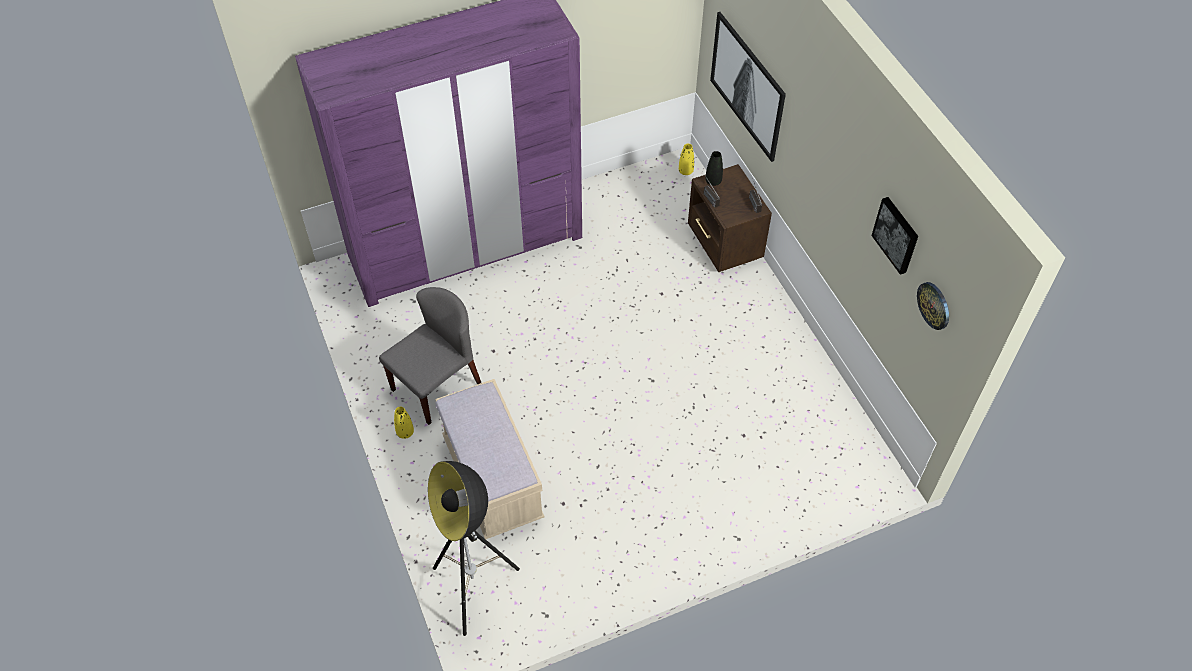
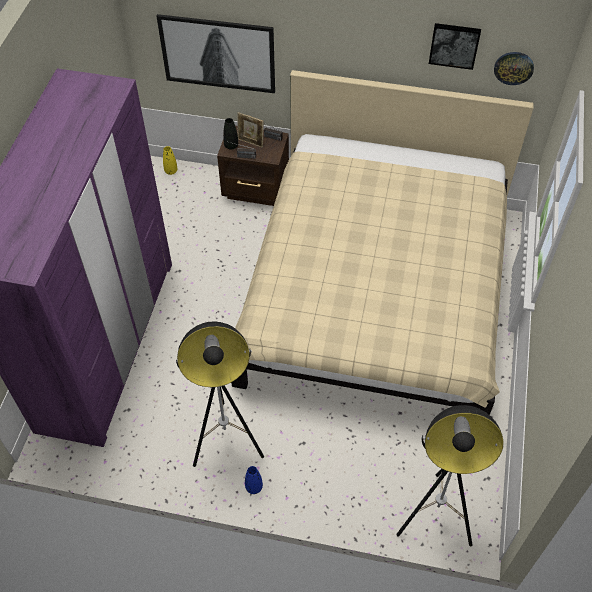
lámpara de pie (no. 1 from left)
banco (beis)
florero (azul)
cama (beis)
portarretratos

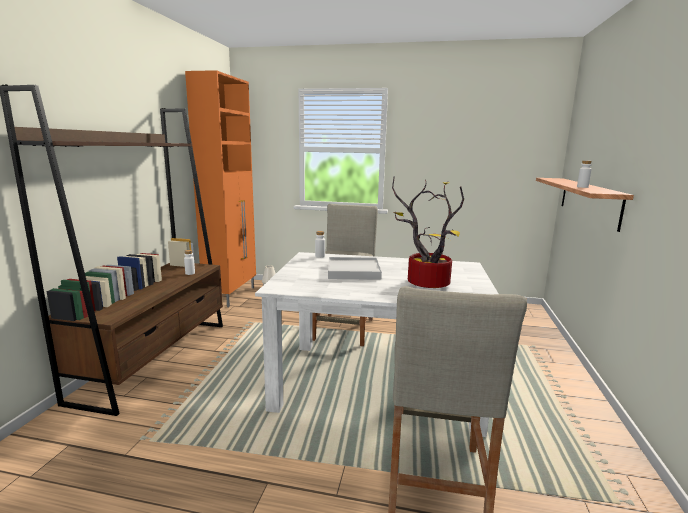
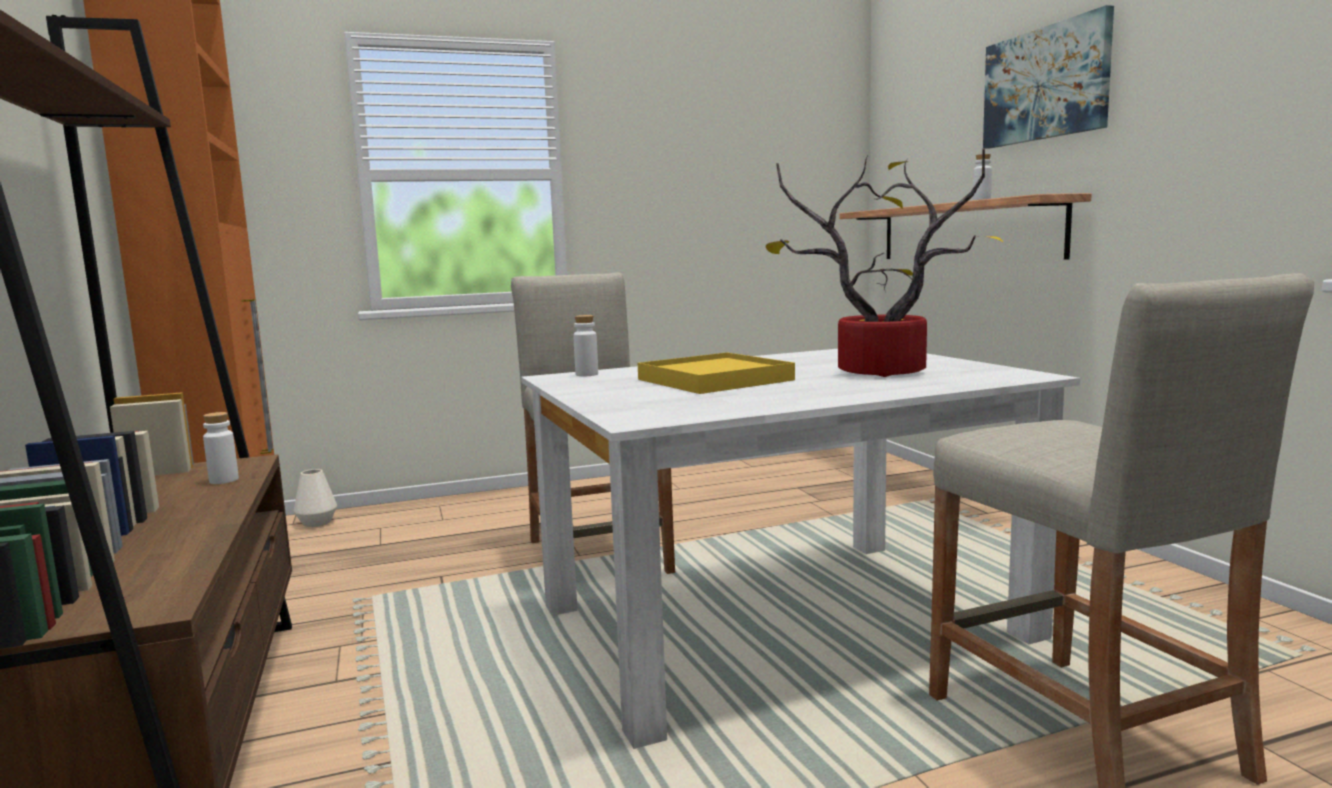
bandeja (amarillo)
cuadro

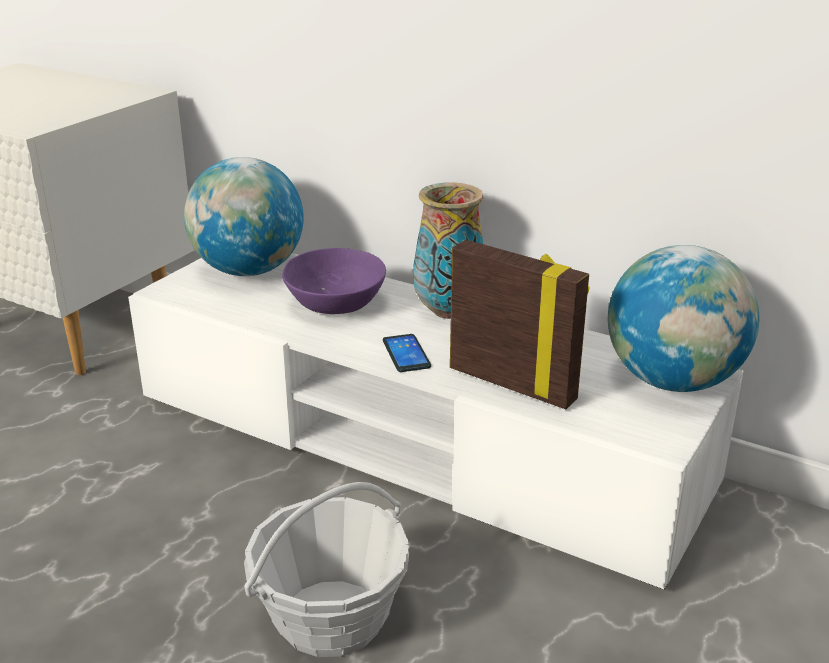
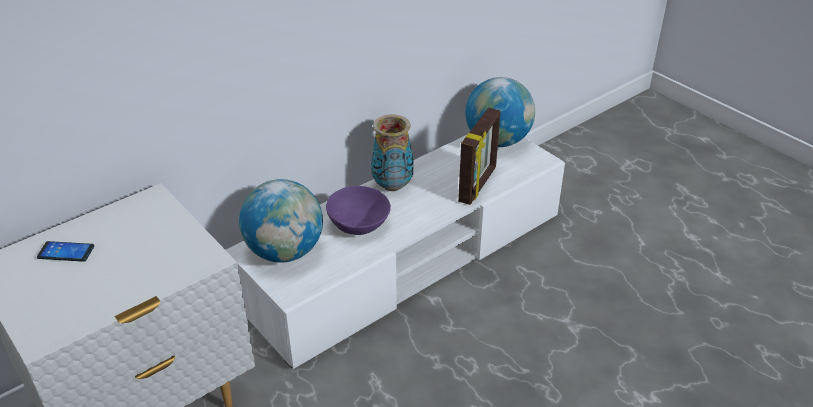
portarretratos
móvil
cesta

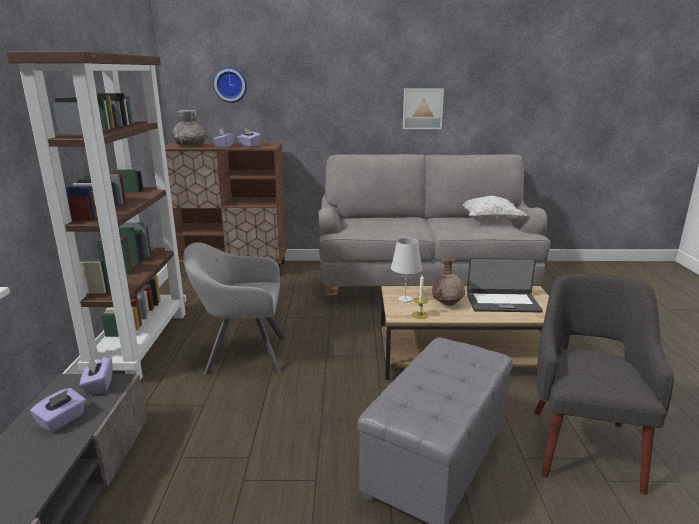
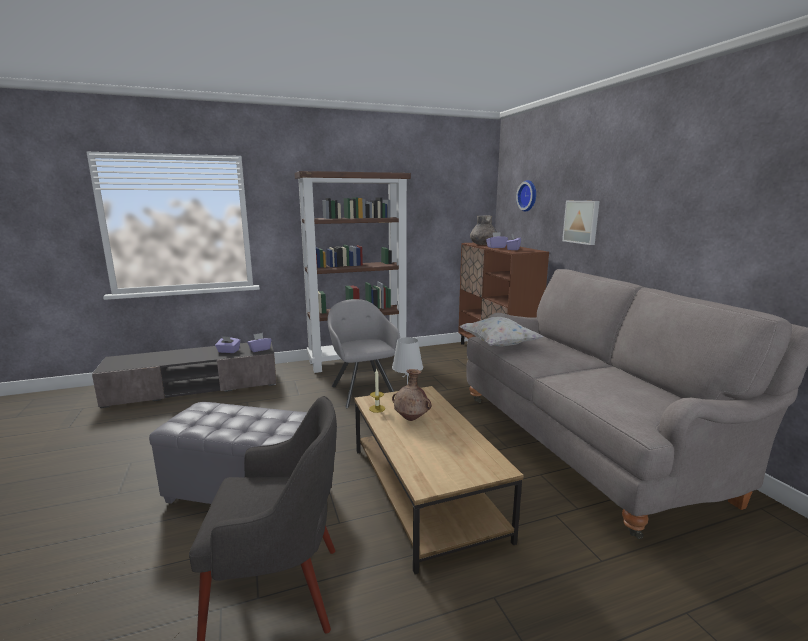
cuadro
cojín (blanco)
portátil

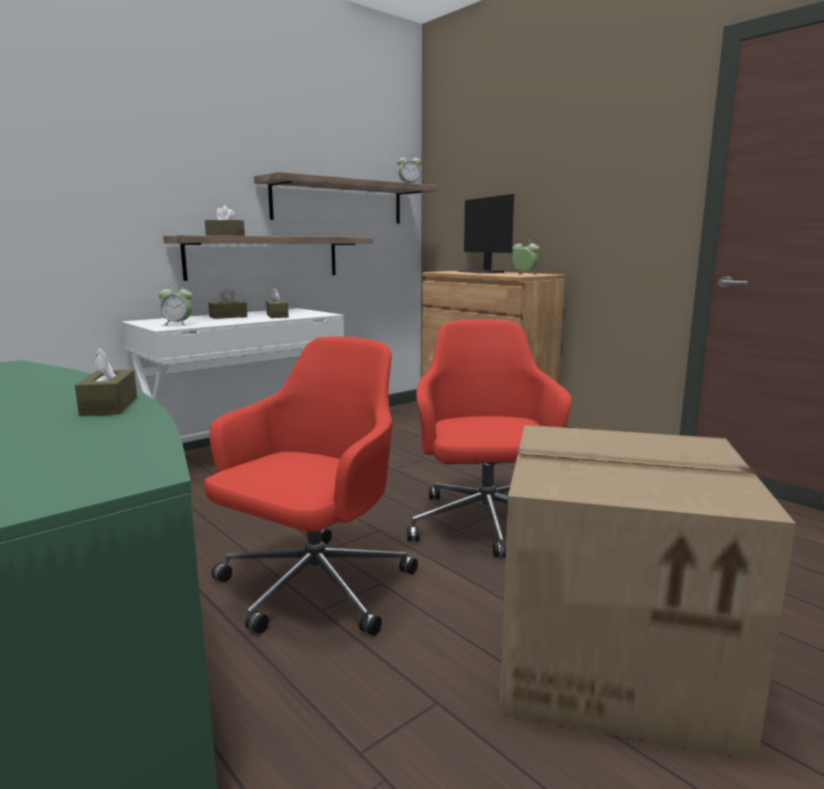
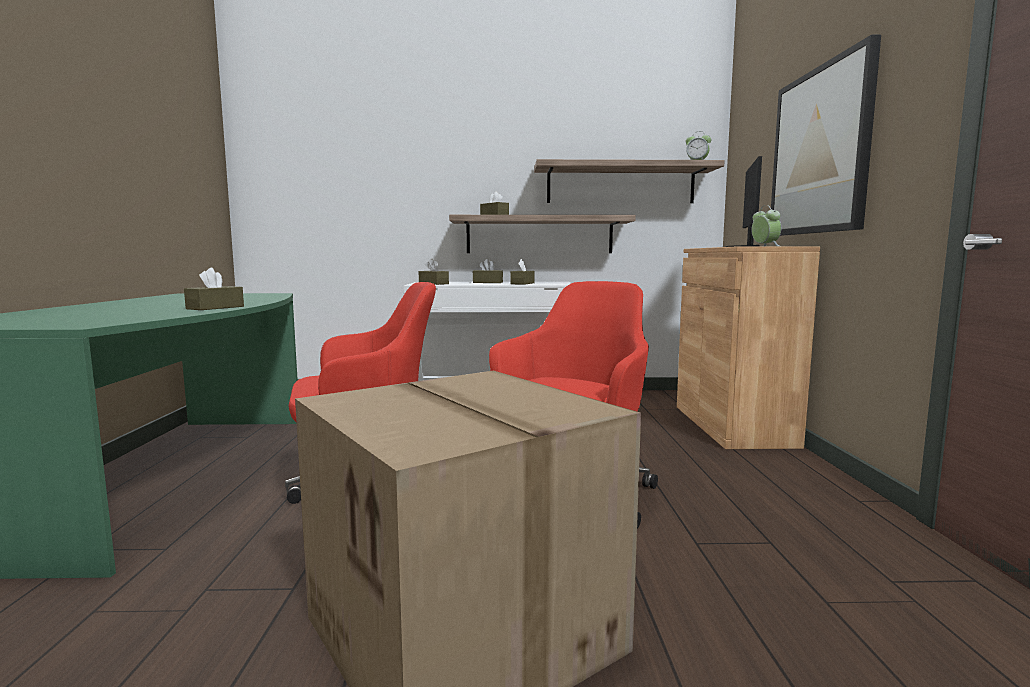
caja de pañuelos (marrón) (no. 2 from left)
cuadro

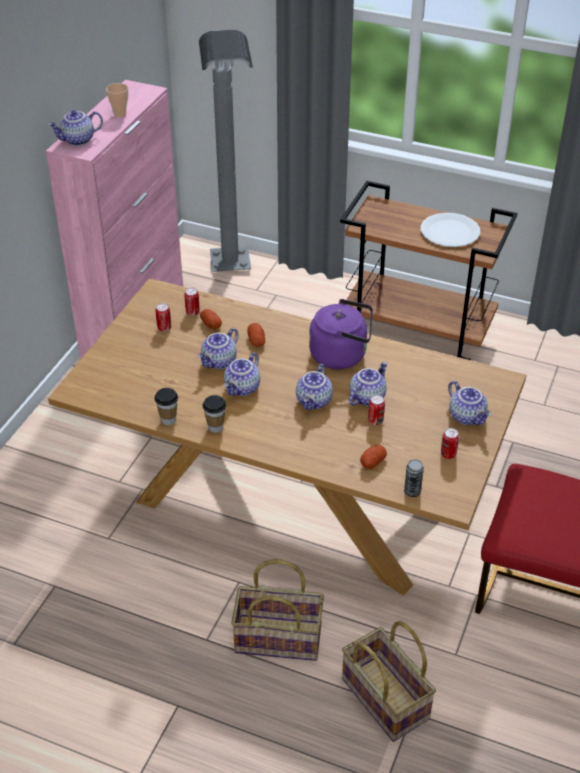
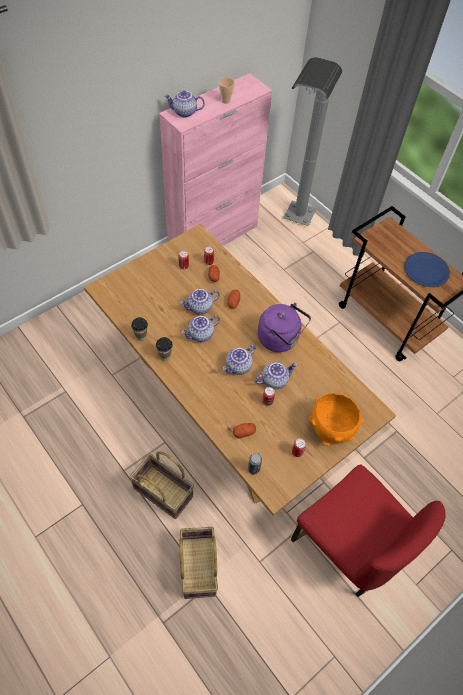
plato (azul)
cuenco (naranja)

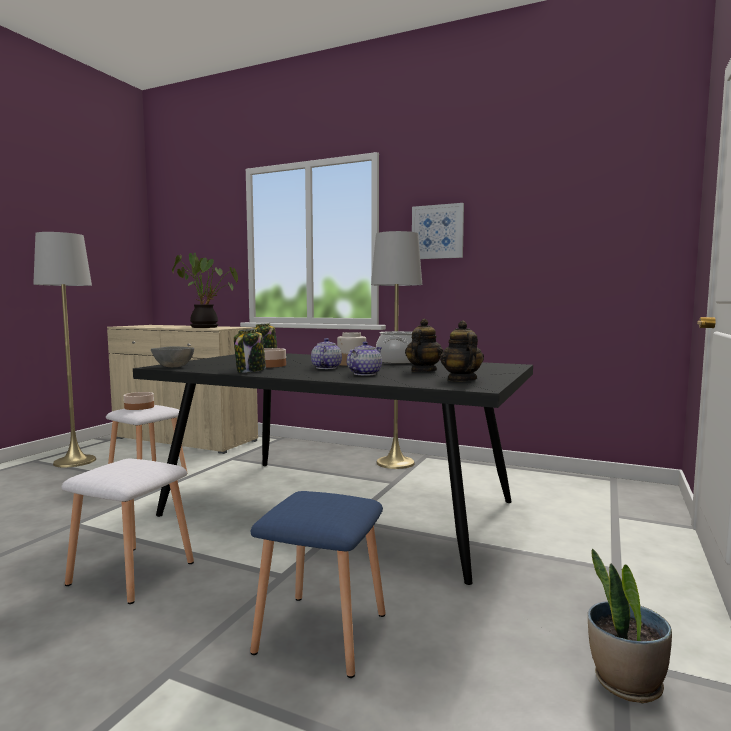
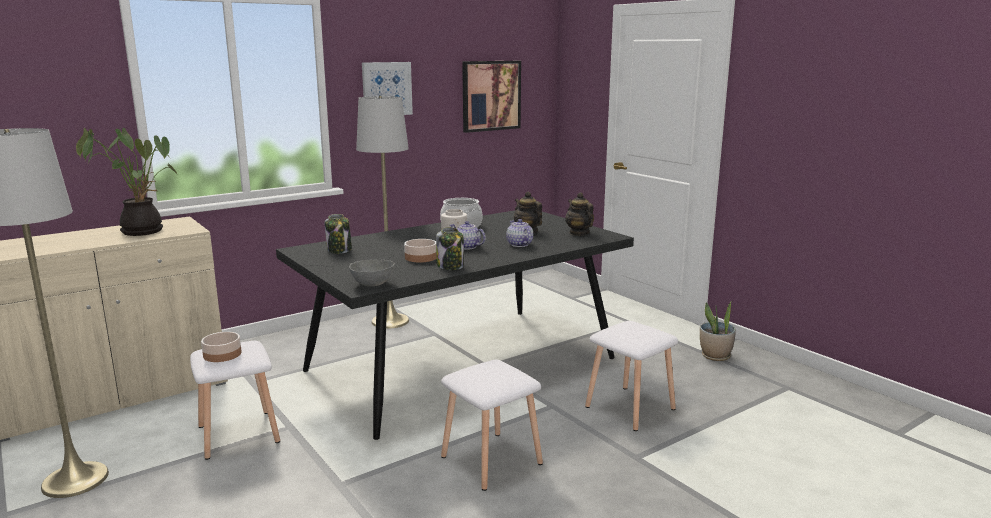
tetera (no. 4 from left)
taburete (blanco) (no. 3 from left)
cuadro (no. 2 from left)

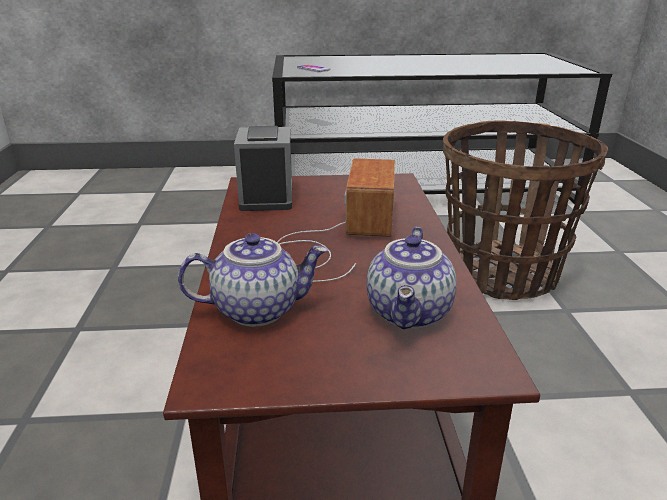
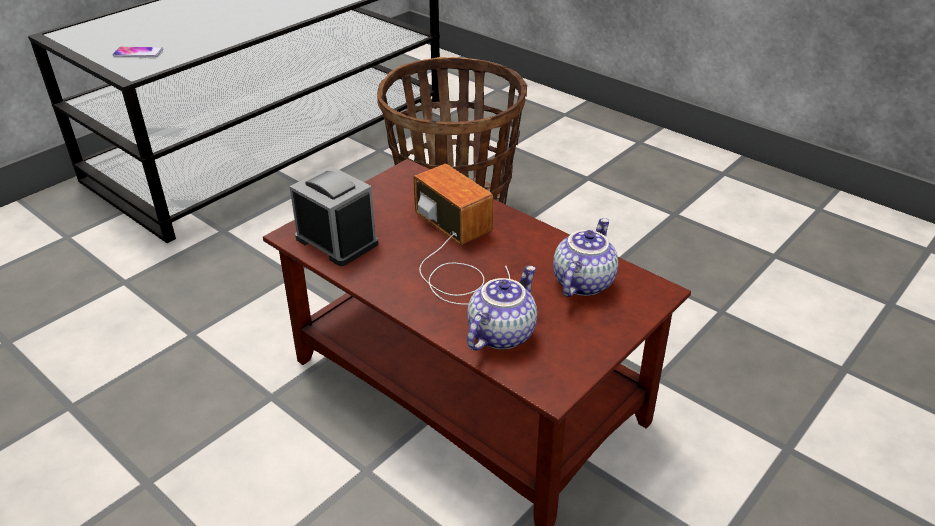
tetera (no. 2 from left)

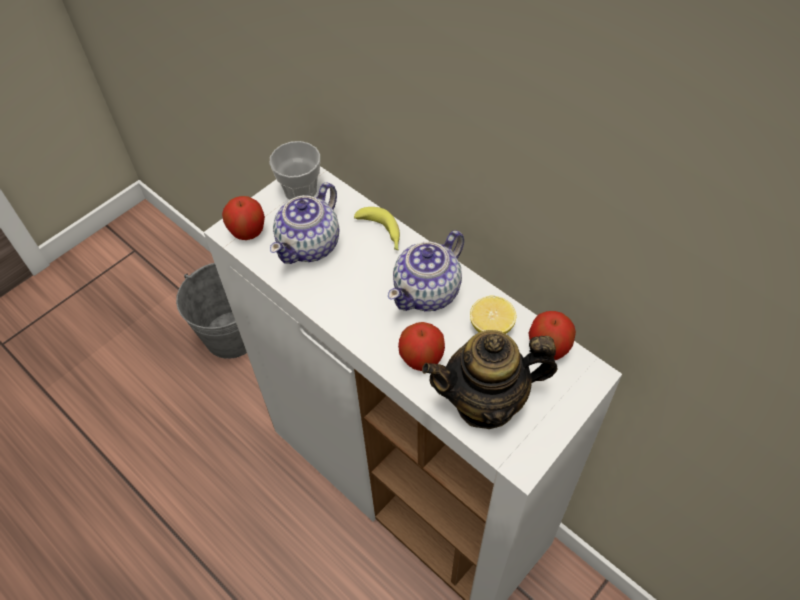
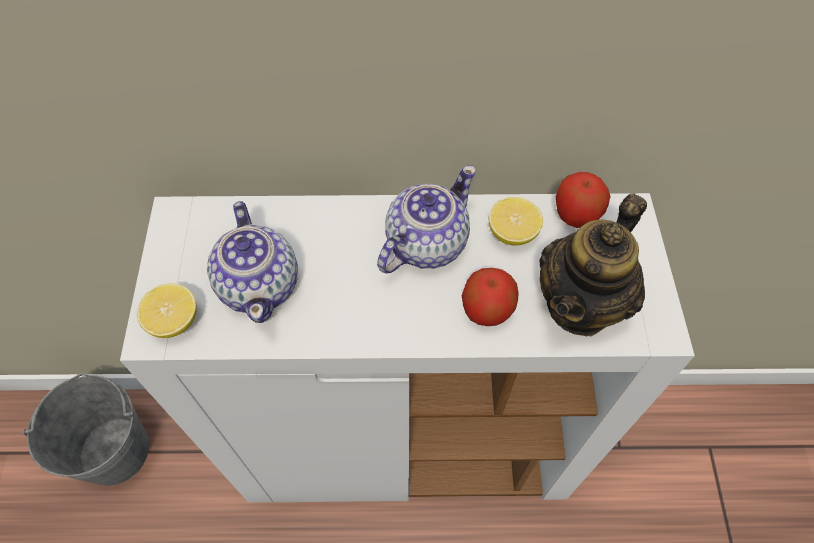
taza
limón (no. 1 from left)
plátano
tetera (no. 2 from left)

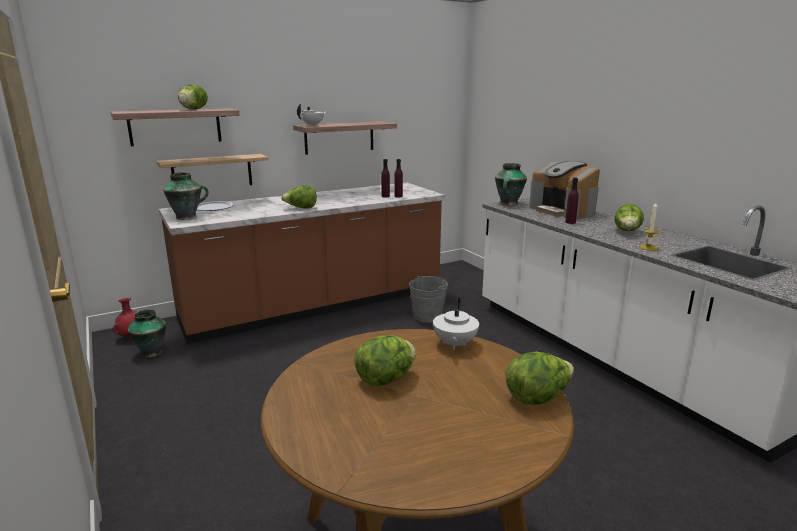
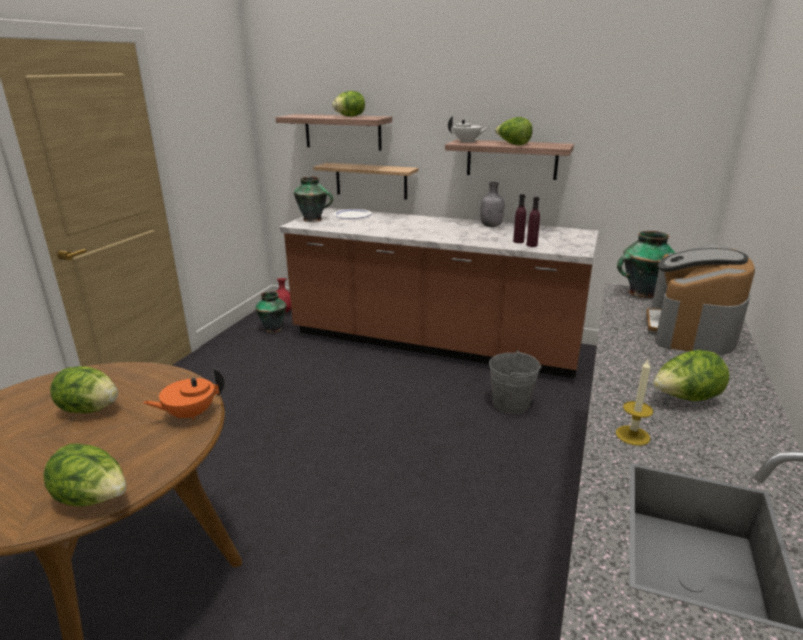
botella (morado) (no. 3 from left in the first image)
lechuga (no. 4 from left)
tetera (naranja)
botella (gris)

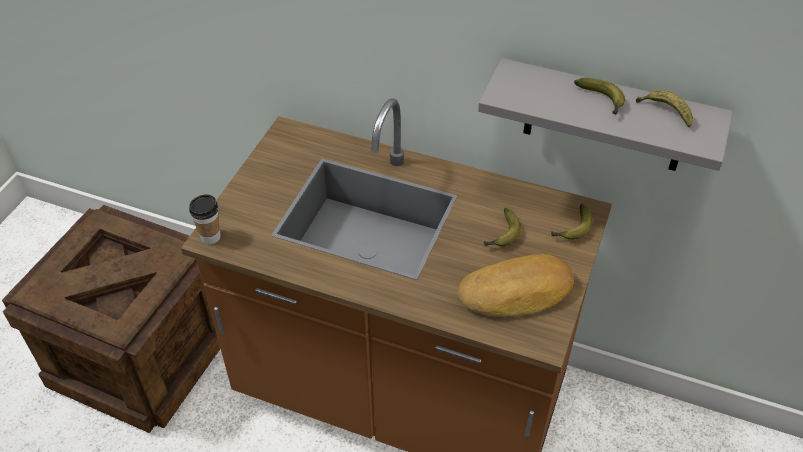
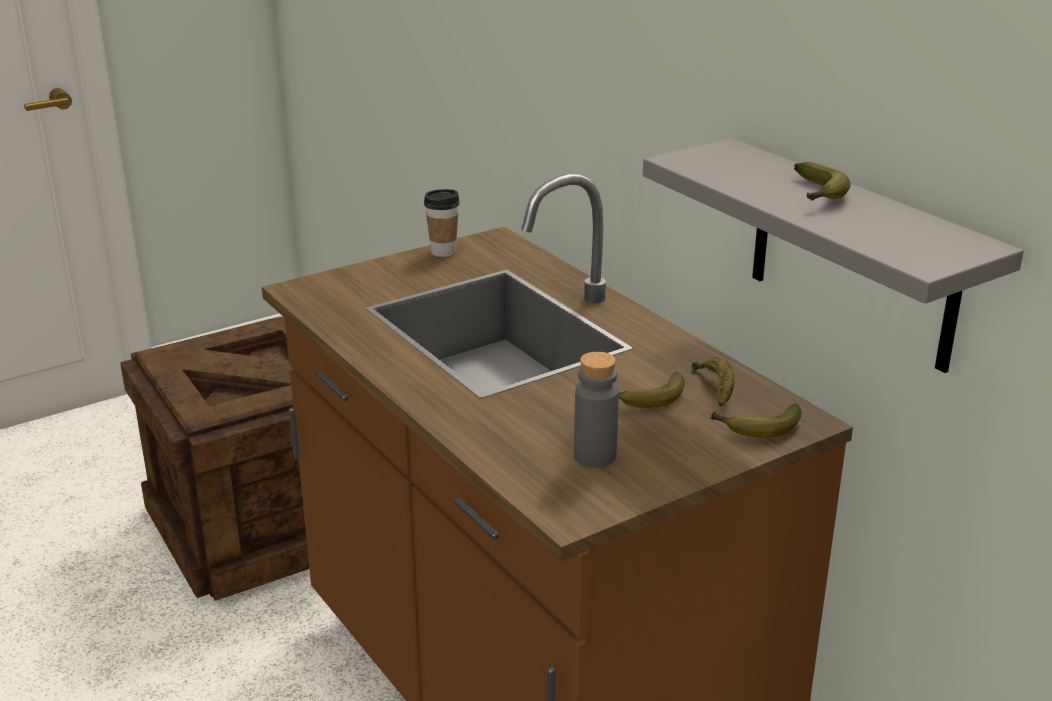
plátano (no. 2 from left)
taza
botella (gris)

